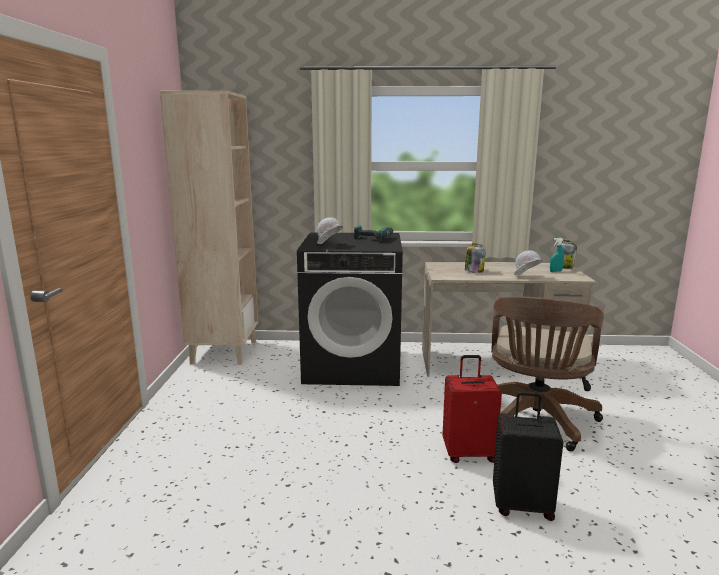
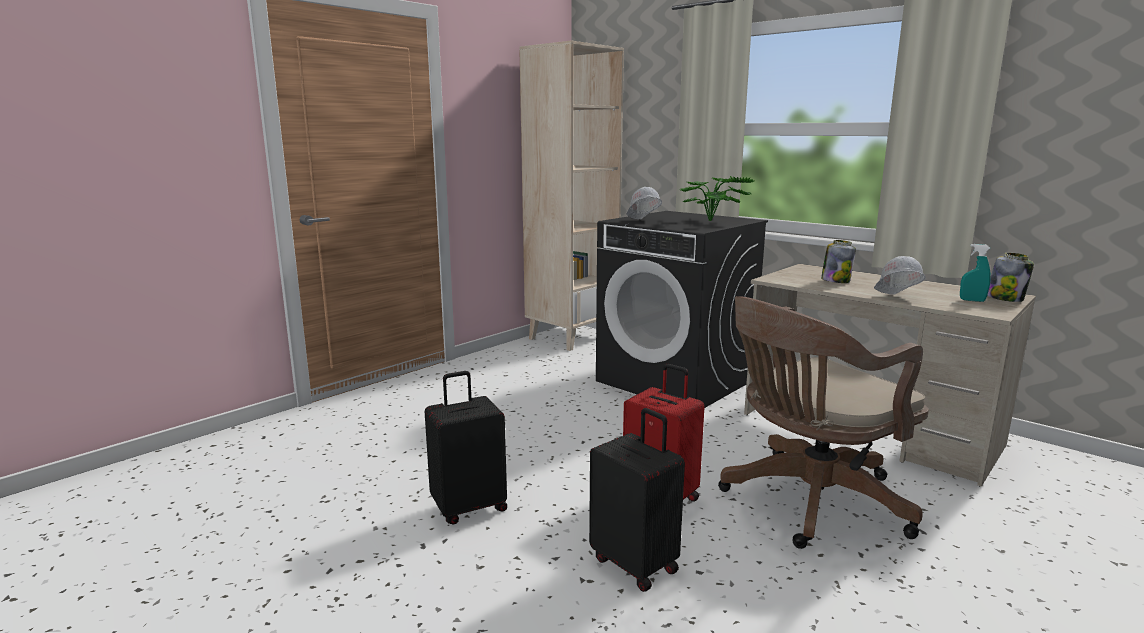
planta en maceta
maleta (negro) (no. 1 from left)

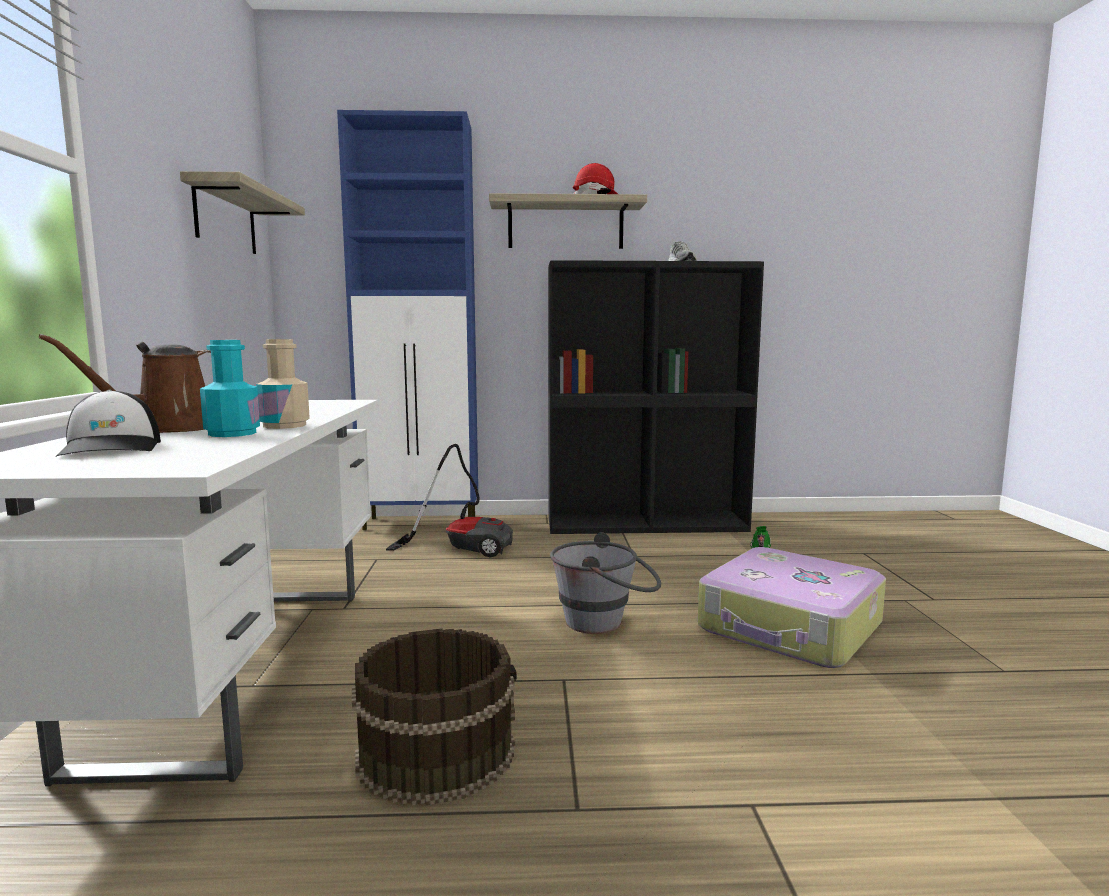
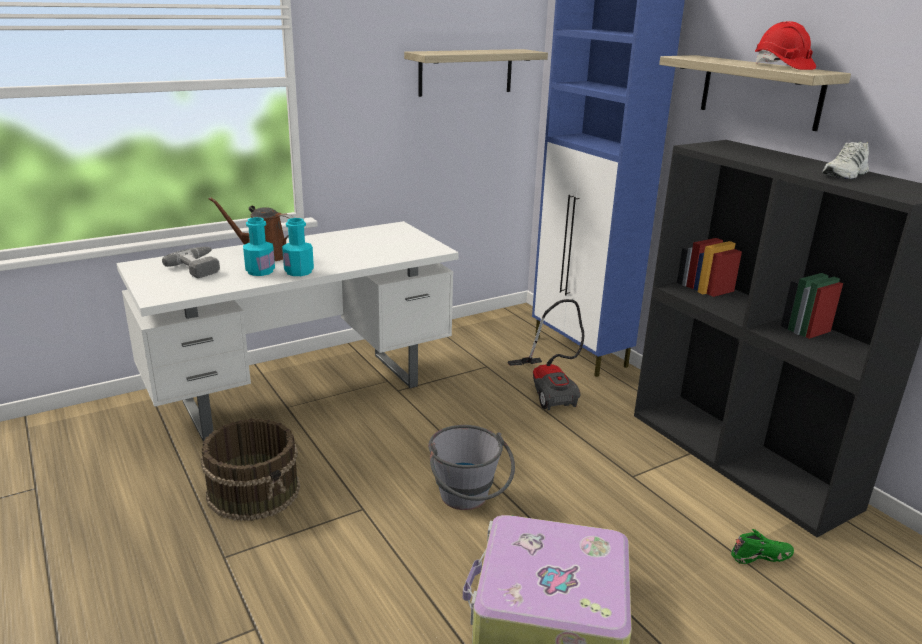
botella (turquesa) (no. 2 from left)
taladro

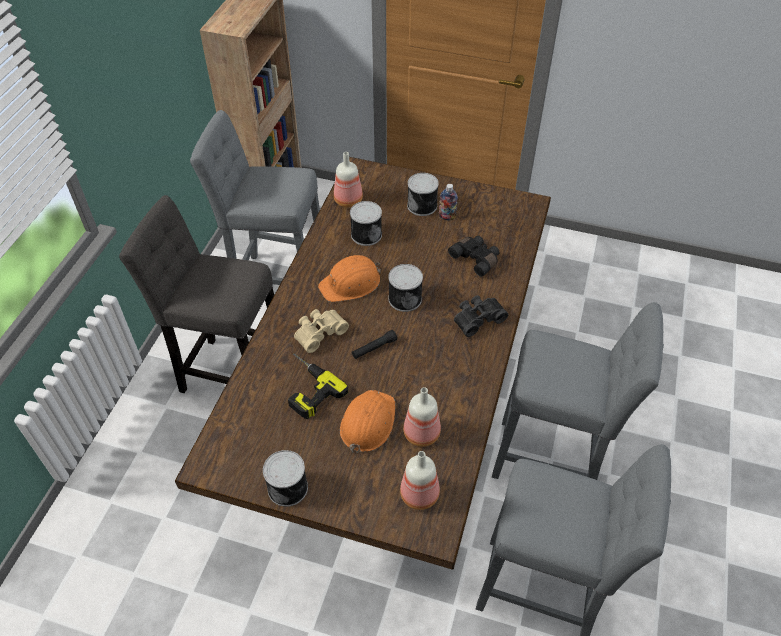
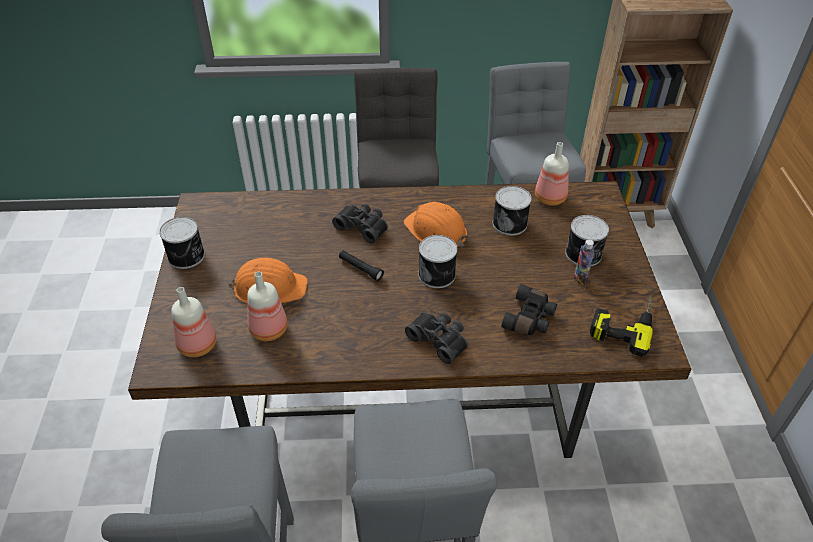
prismáticos (negro) (no. 1 from left)
taladro

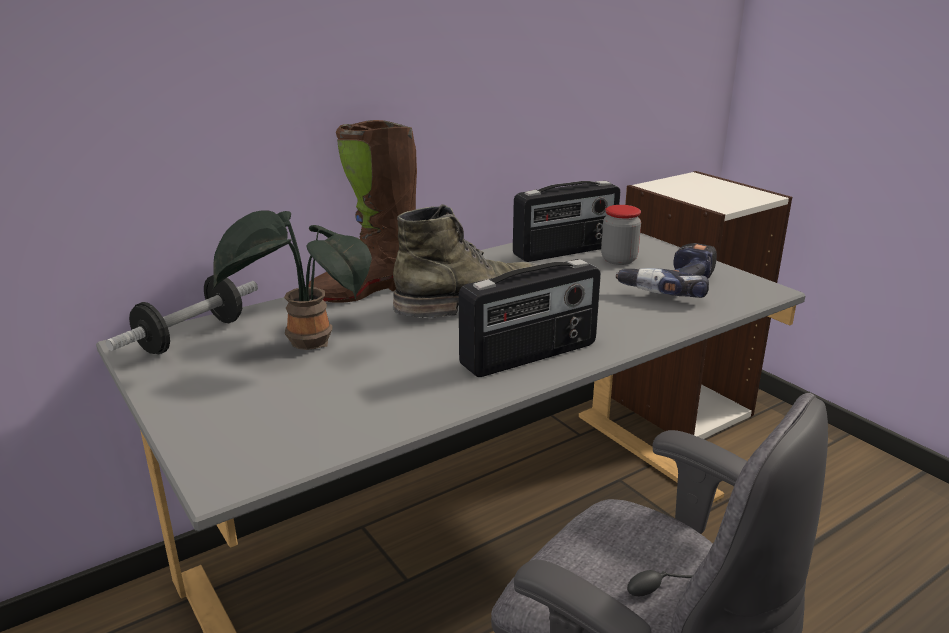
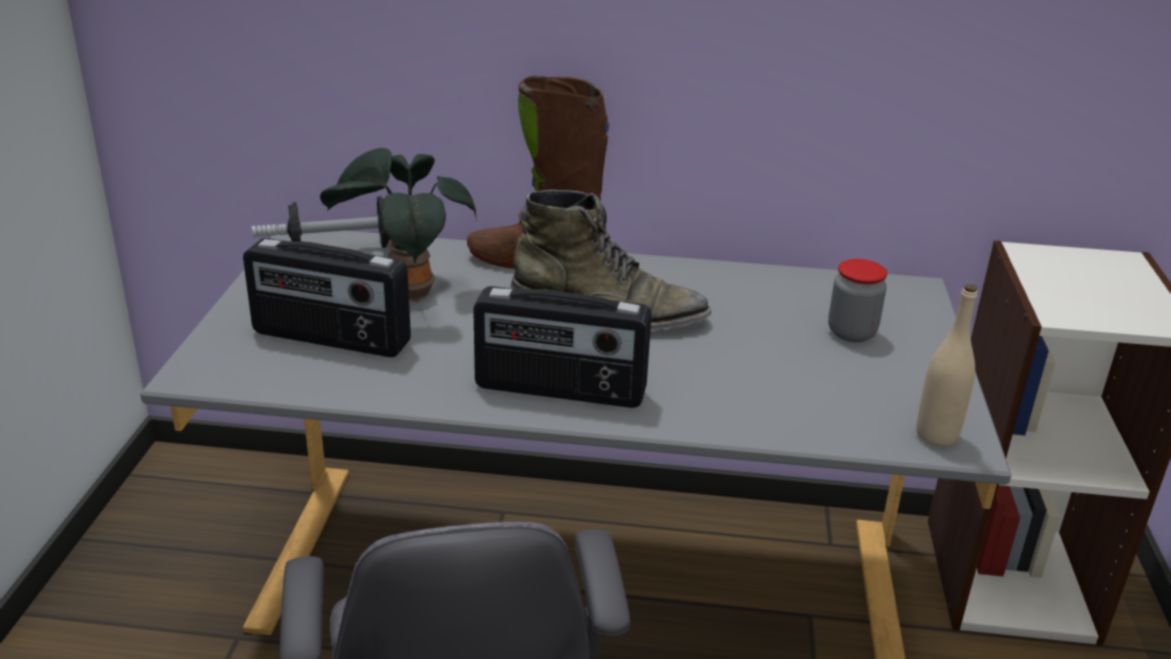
radio (no. 1 from left)
taladro
botella (beis)

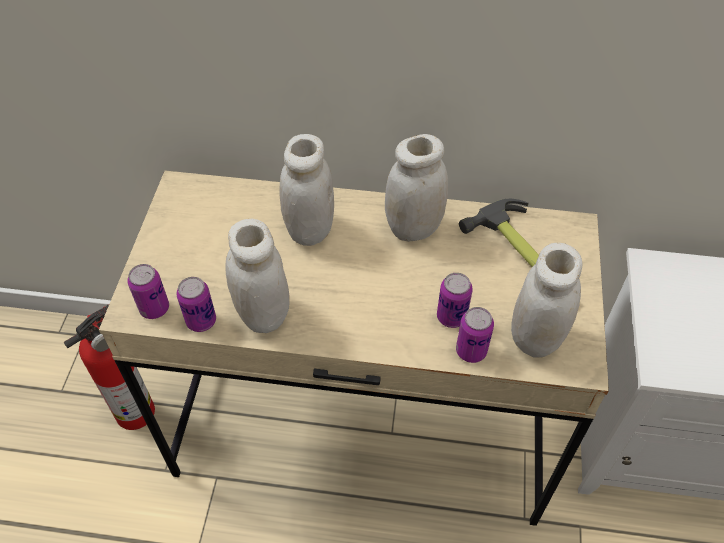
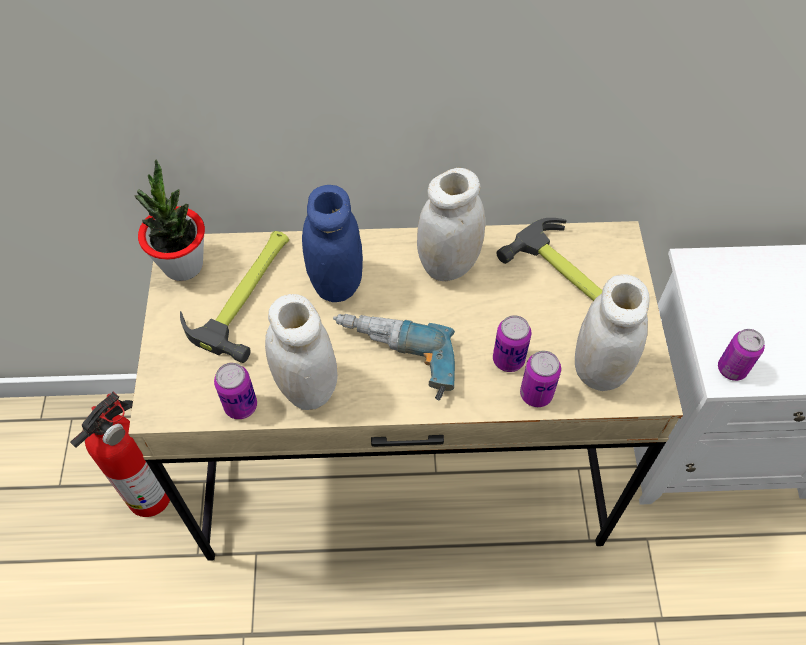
tarro (azul)
lata (no. 4 from left)
planta en maceta
martillo (no. 1 from left)
taladro

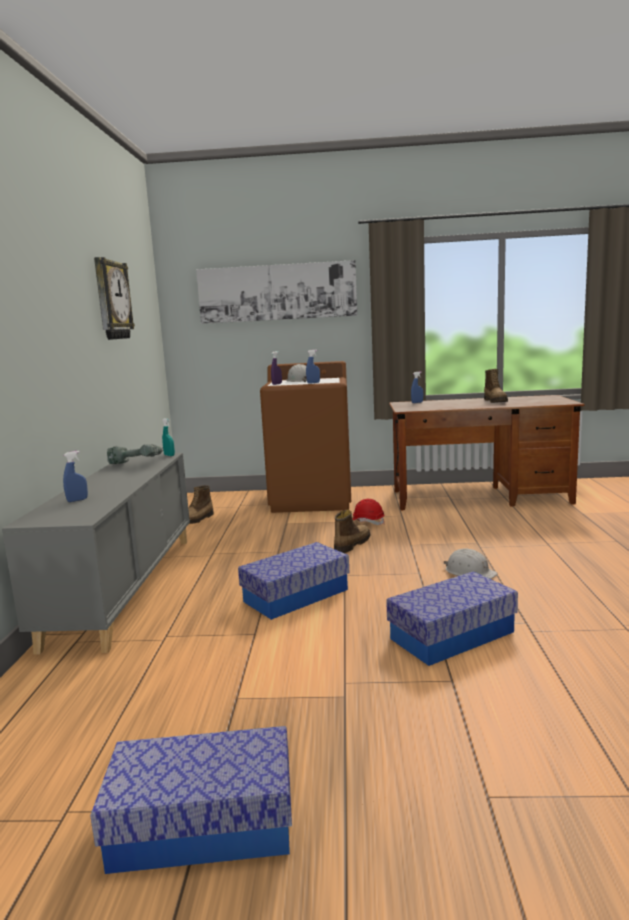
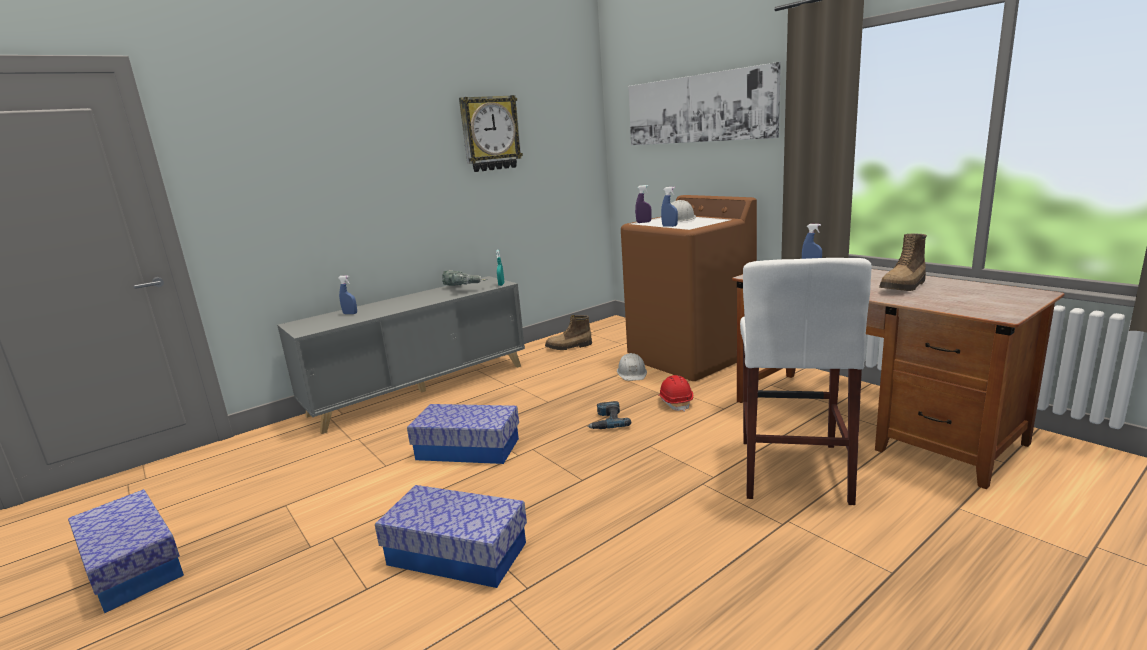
taladro (no. 2 from left)
casco (blanco) (no. 1 from left)
taburete (blanco)

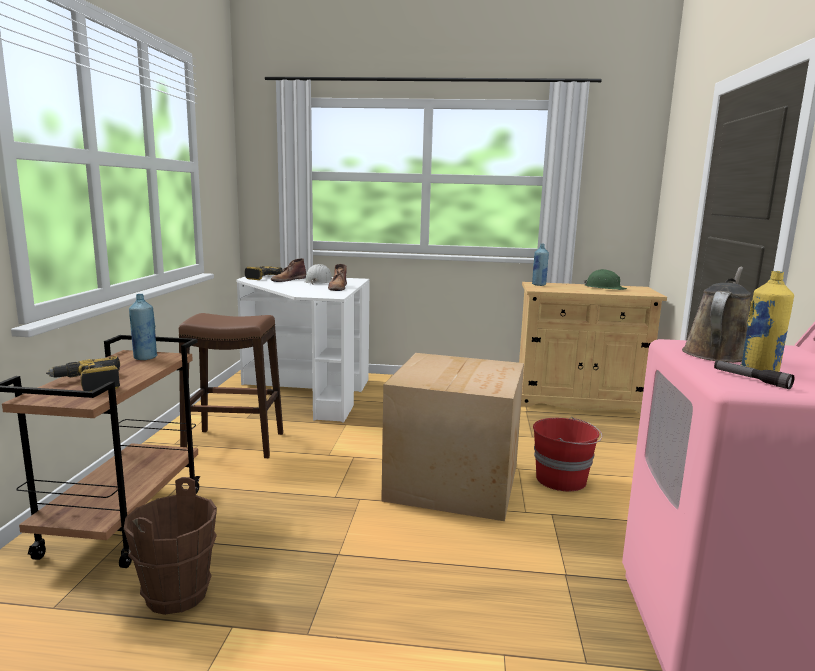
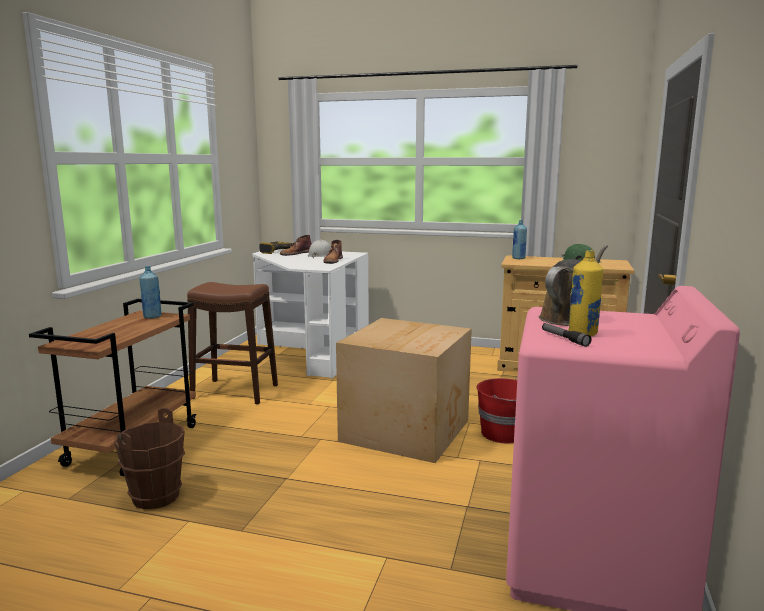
taladro (no. 1 from left in the first image)

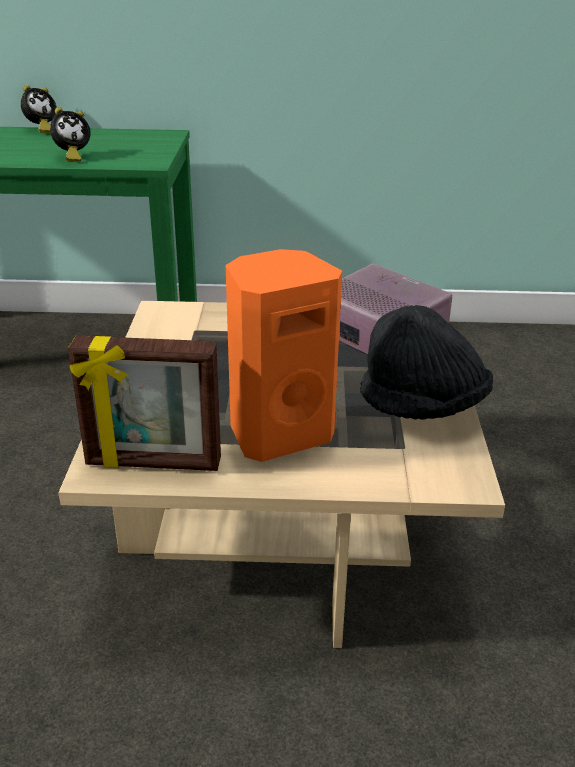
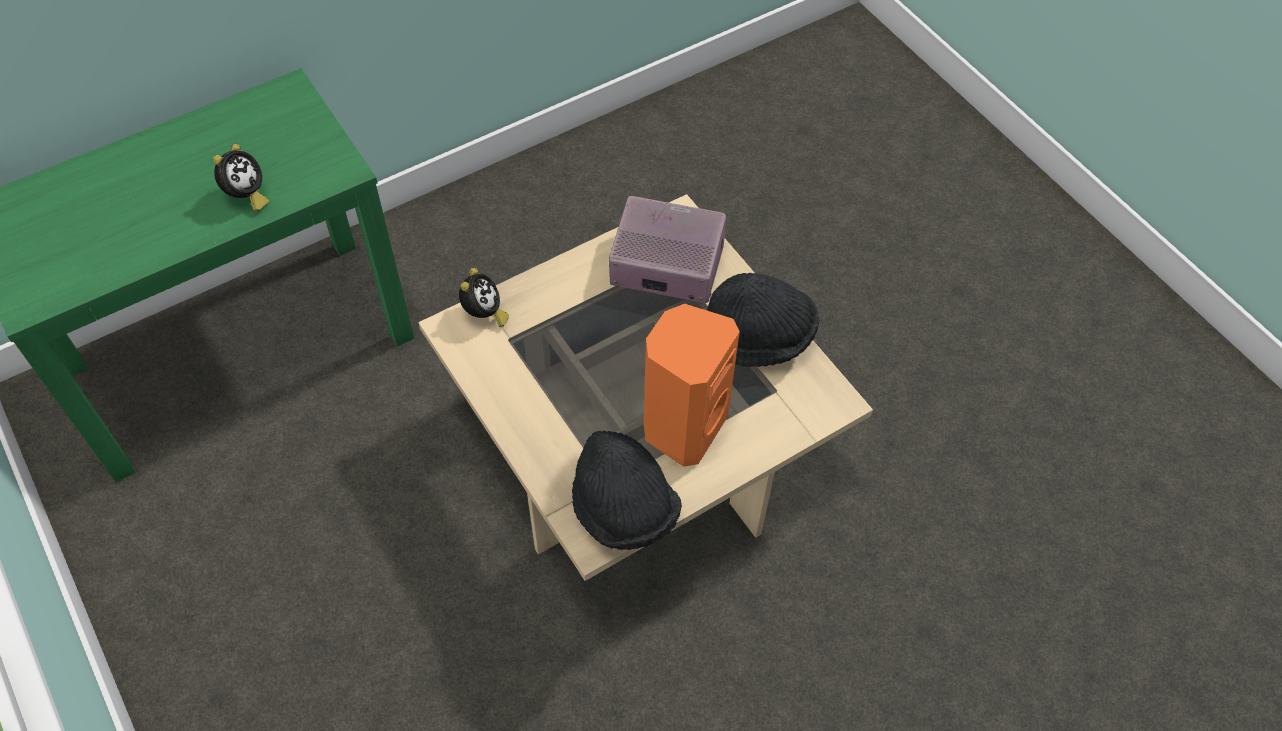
despertador (no. 2 from left)
sombrero (negro) (no. 1 from left)

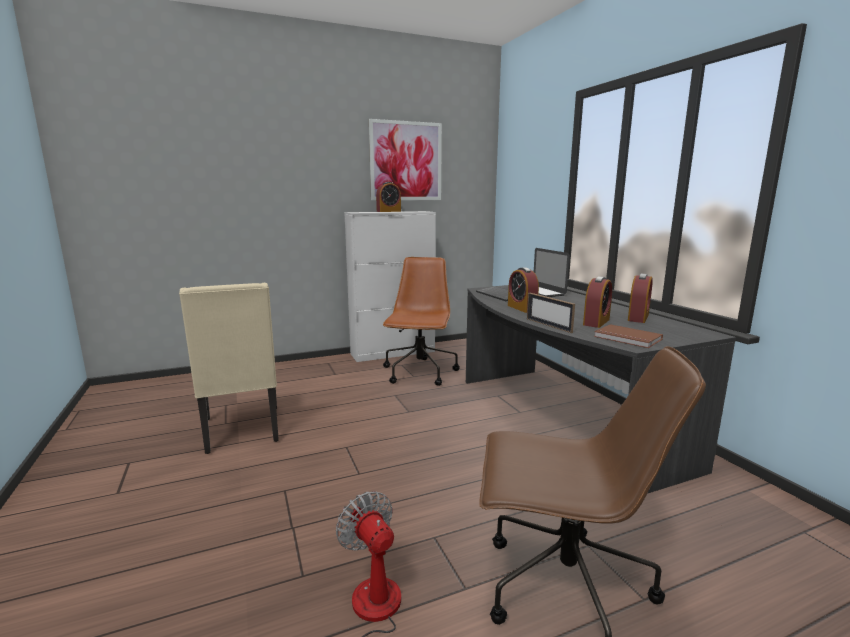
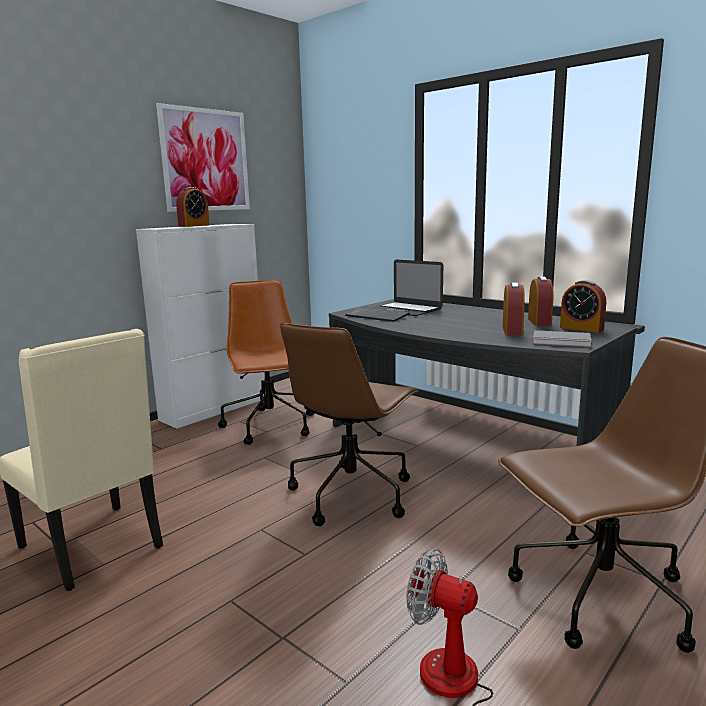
despertador (no. 4 from left)
portarretratos
libro (gris)
silla de oficina (marrón) (no. 2 from left)

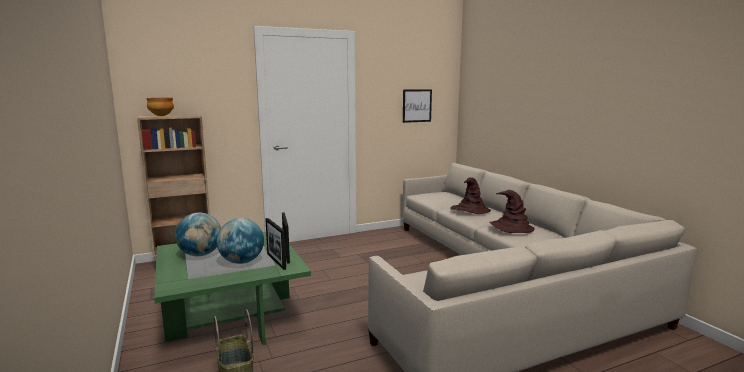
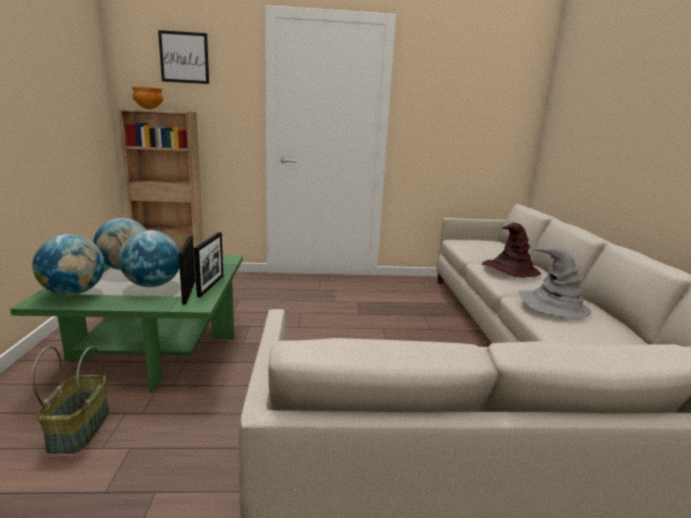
cuadro
sombrero (gris)
globo terráqueo (no. 1 from left)

